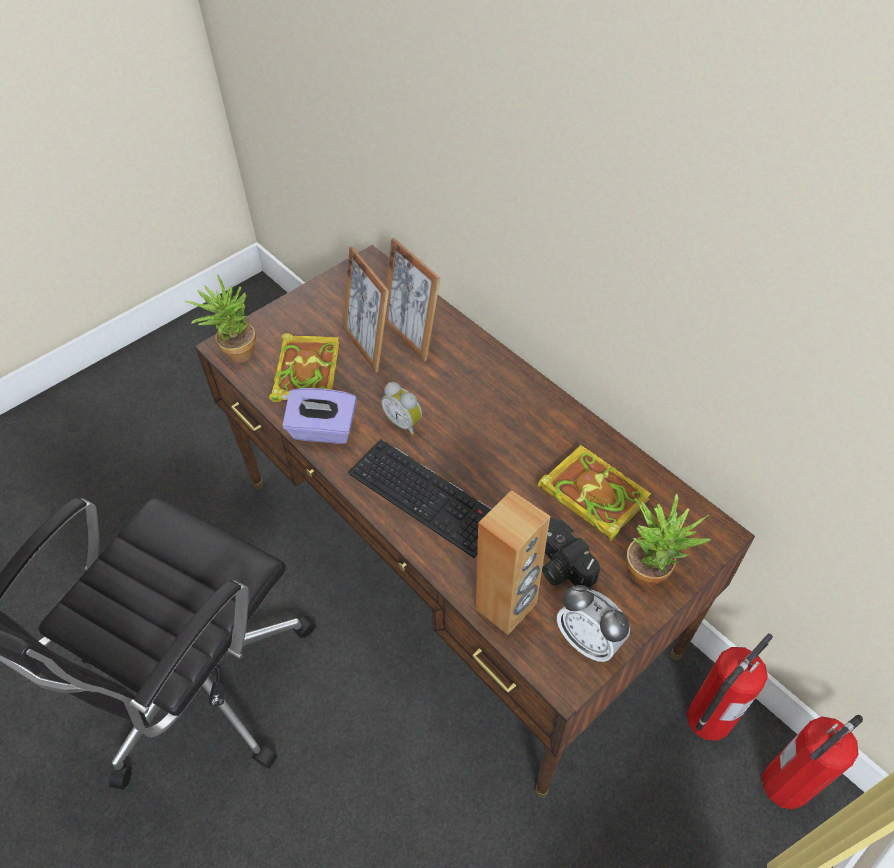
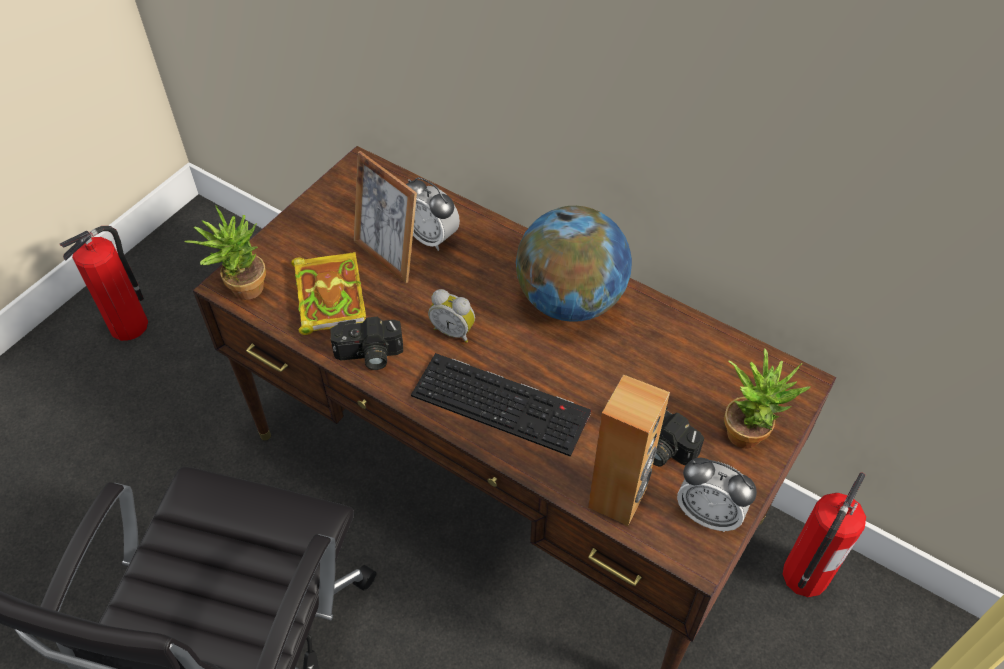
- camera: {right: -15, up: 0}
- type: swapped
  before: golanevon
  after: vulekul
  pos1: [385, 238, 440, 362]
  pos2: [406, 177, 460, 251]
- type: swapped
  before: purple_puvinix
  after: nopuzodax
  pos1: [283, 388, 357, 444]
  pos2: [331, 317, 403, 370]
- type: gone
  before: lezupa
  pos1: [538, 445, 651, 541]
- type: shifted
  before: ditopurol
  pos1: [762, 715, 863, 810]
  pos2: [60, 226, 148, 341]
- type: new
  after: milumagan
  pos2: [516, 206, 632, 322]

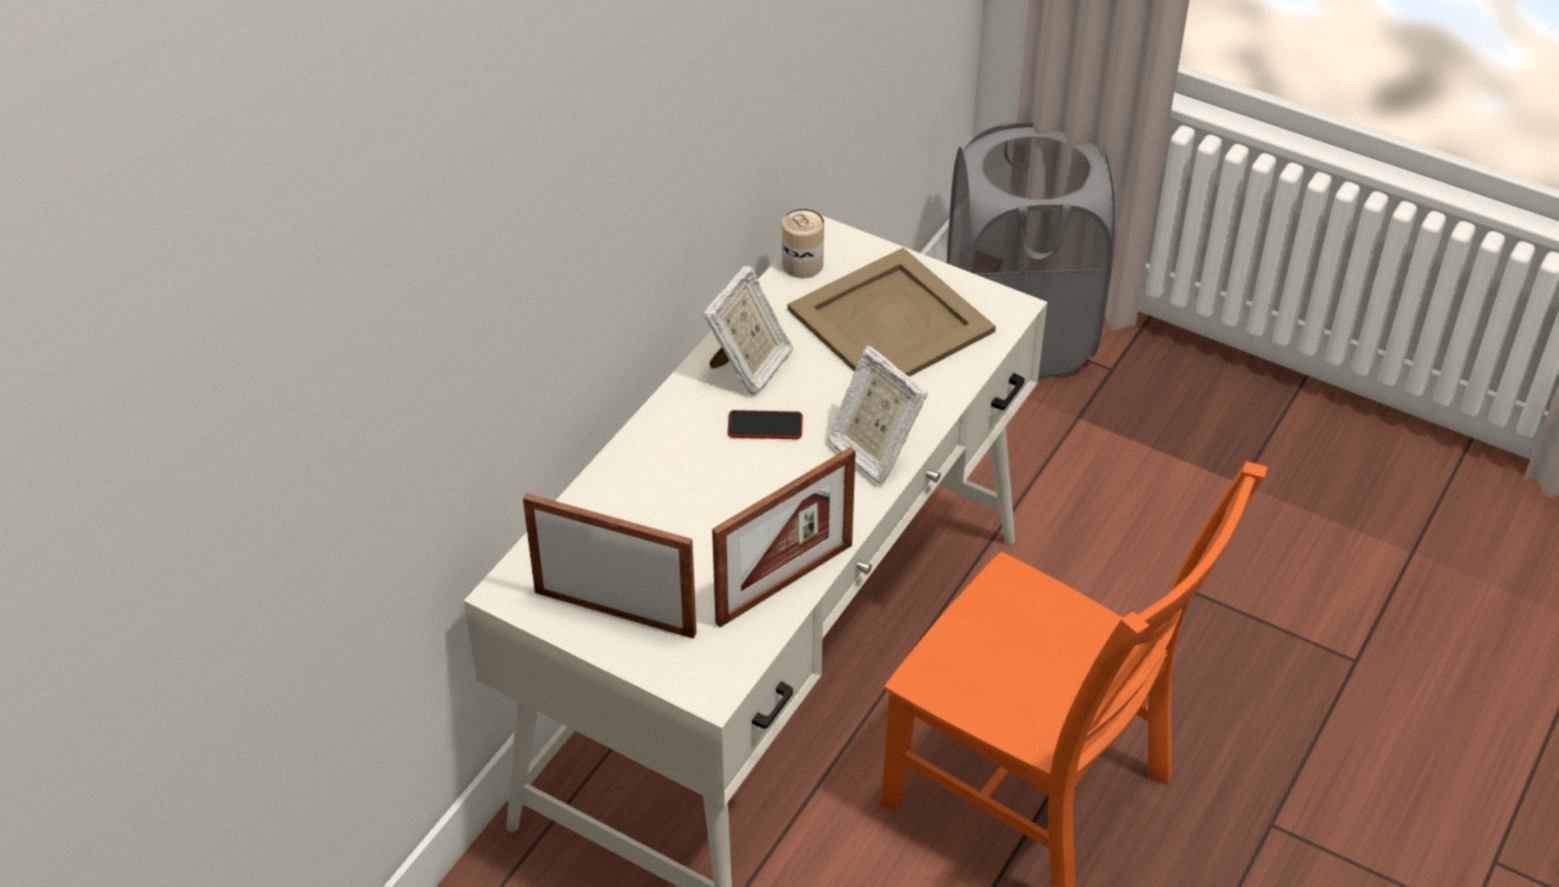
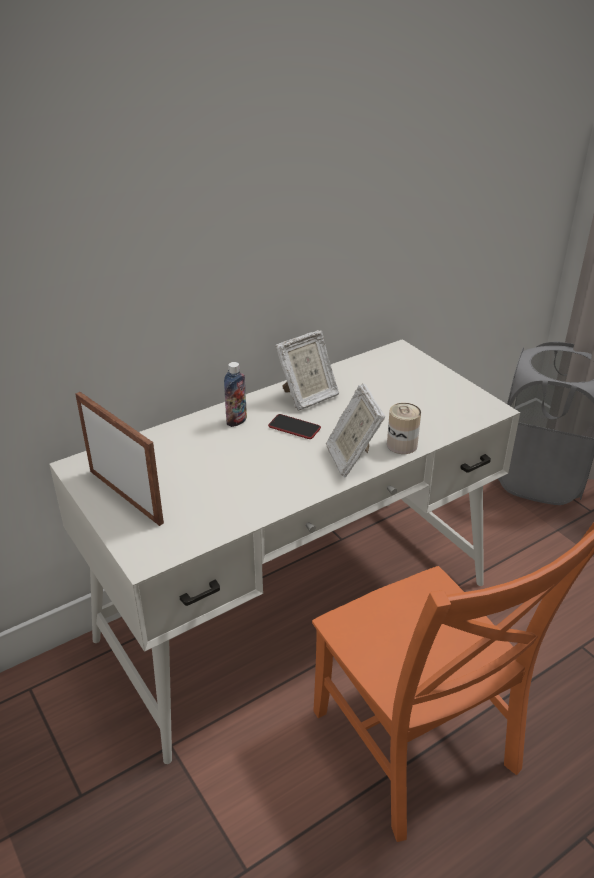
- camera: {right: 25, up: -10}
- type: shifted
  before: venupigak
  pos1: [782, 209, 824, 278]
  pos2: [387, 403, 421, 454]
- type: gone
  before: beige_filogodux
  pos1: [787, 248, 996, 377]
- type: gone
  before: golanevon
  pos1: [712, 447, 856, 627]
- type: new
  after: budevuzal
  pos2: [224, 362, 247, 427]

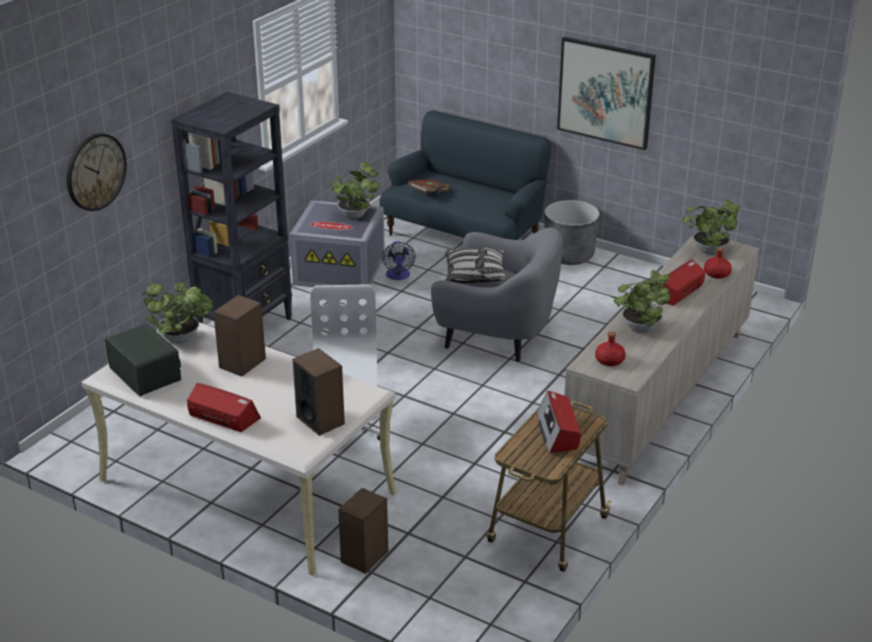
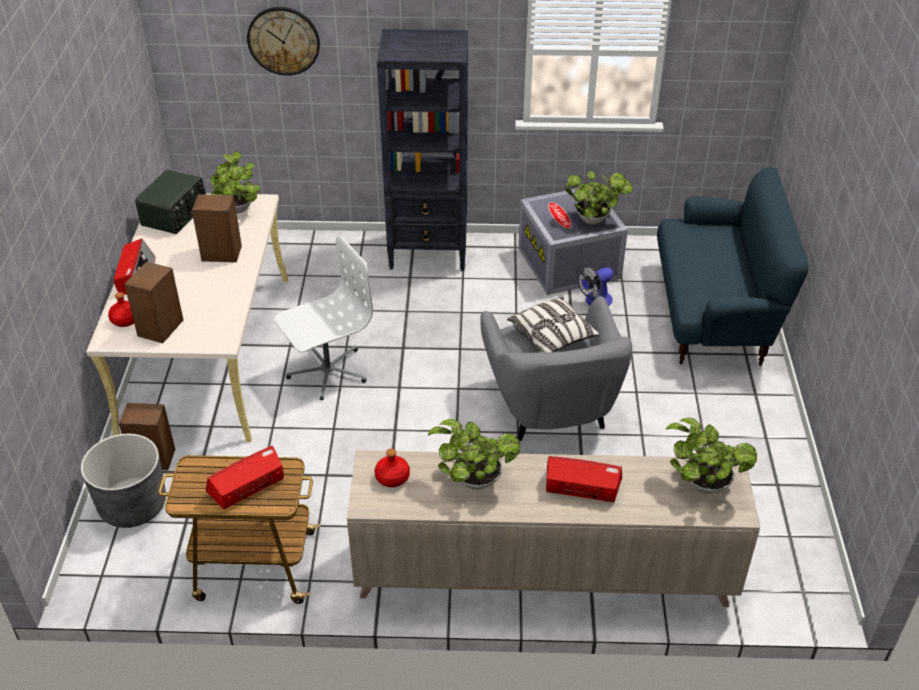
- camera: {right: 60, up: 10}
- type: gone
  before: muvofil
  pos1: [557, 37, 656, 150]
- type: gone
  before: brown_lezupa
  pos1: [408, 179, 451, 193]
- type: shifted
  before: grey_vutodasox
  pos1: [545, 200, 600, 265]
  pos2: [81, 434, 166, 528]
- type: shifted
  before: red_budevuzal
  pos1: [704, 247, 732, 279]
  pos2: [108, 292, 134, 327]

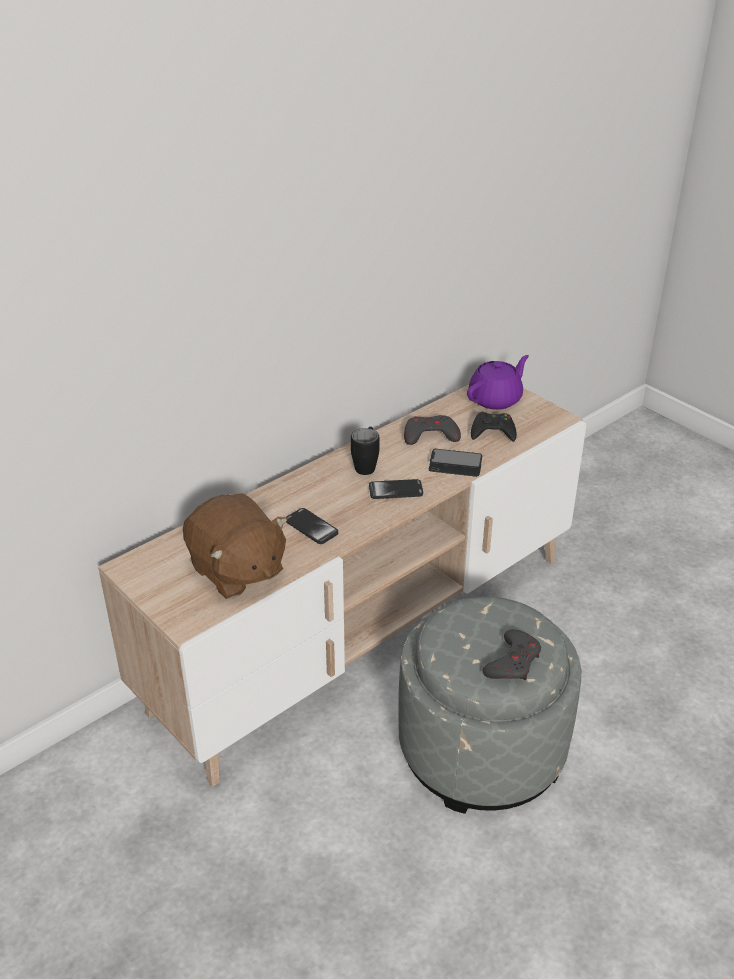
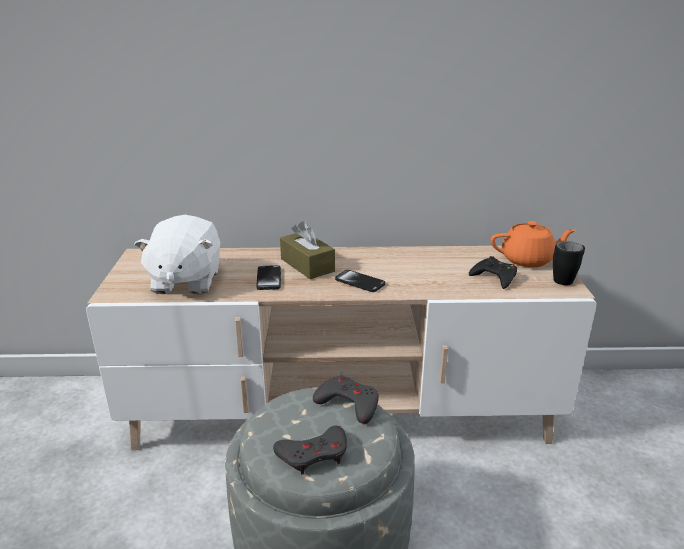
- camera: {right: 40, up: -10}
- type: repainted
  before: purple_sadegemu
  after: orange_sadegemu
  pos1: [467, 355, 529, 410]
  pos2: [491, 221, 576, 268]
- type: shifted
  before: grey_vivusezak
  pos1: [404, 415, 461, 445]
  pos2: [313, 376, 379, 424]
- type: shifted
  before: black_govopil
  pos1: [351, 427, 380, 475]
  pos2: [553, 241, 585, 285]
- type: gone
  before: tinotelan
  pos1: [429, 449, 482, 477]
- type: repainted
  before: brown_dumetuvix
  after: white_dumetuvix
  pos1: [183, 493, 288, 599]
  pos2: [134, 215, 220, 294]
- type: new
  after: brown_puvinix
  pos2: [280, 221, 335, 279]

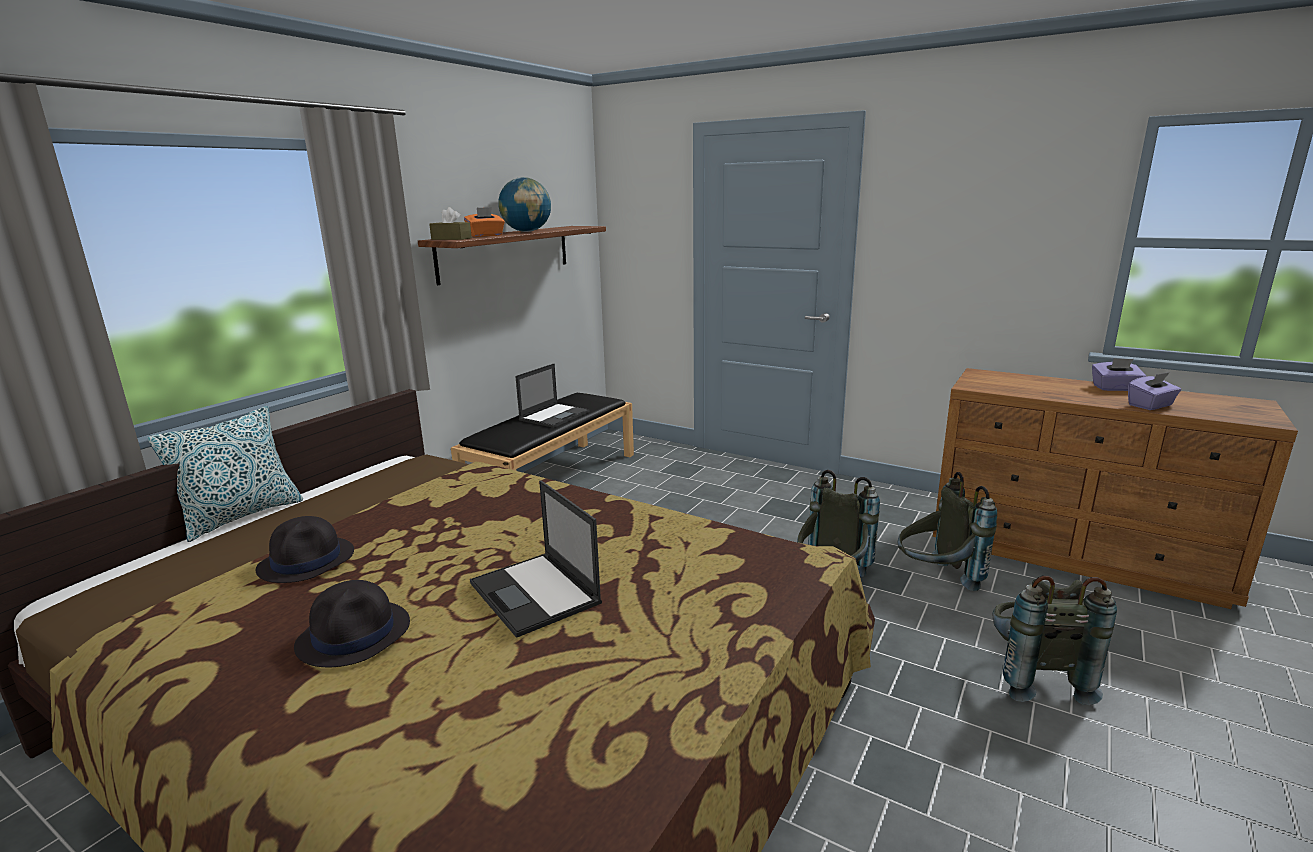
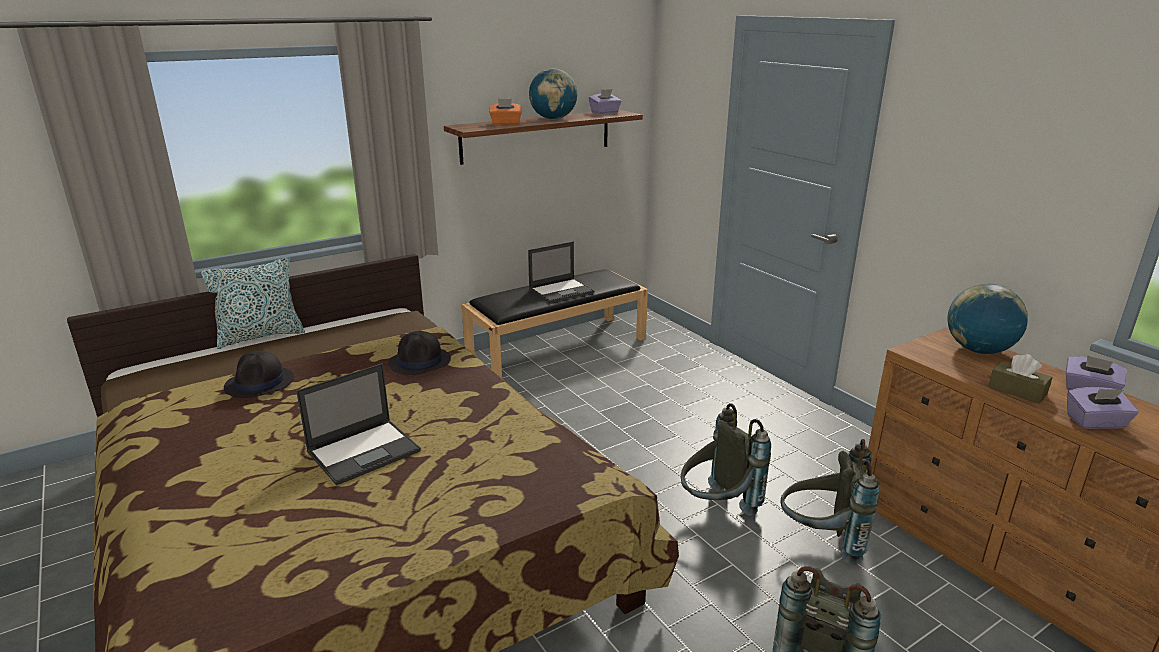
- camera: {right: 25, up: 5}
- type: shifted
  before: brown_puvinix
  pos1: [429, 207, 472, 240]
  pos2: [988, 354, 1052, 404]
- type: rotated
  before: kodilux
  pos1: [470, 480, 602, 638]
  pos2: [296, 363, 421, 486]
  turn: -120
- type: shifted
  before: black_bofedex
  pos1: [294, 580, 410, 667]
  pos2: [388, 331, 451, 375]
- type: new
  after: purple_puvinix
  pos2: [589, 89, 622, 114]
- type: new
  after: milumagan
  pos2: [947, 284, 1028, 354]

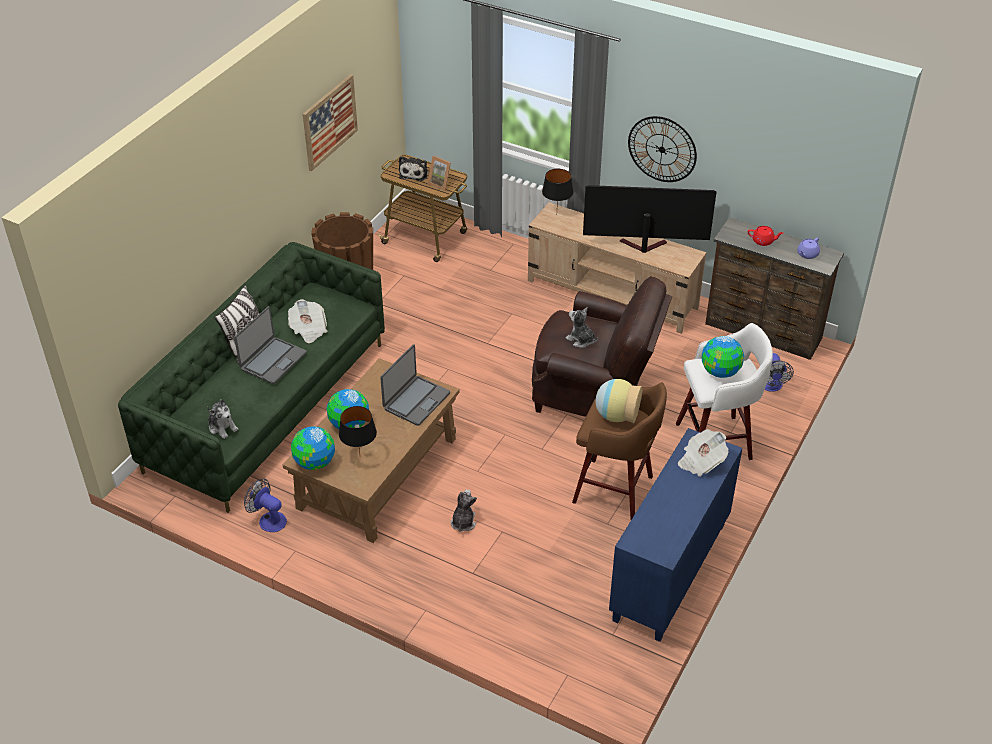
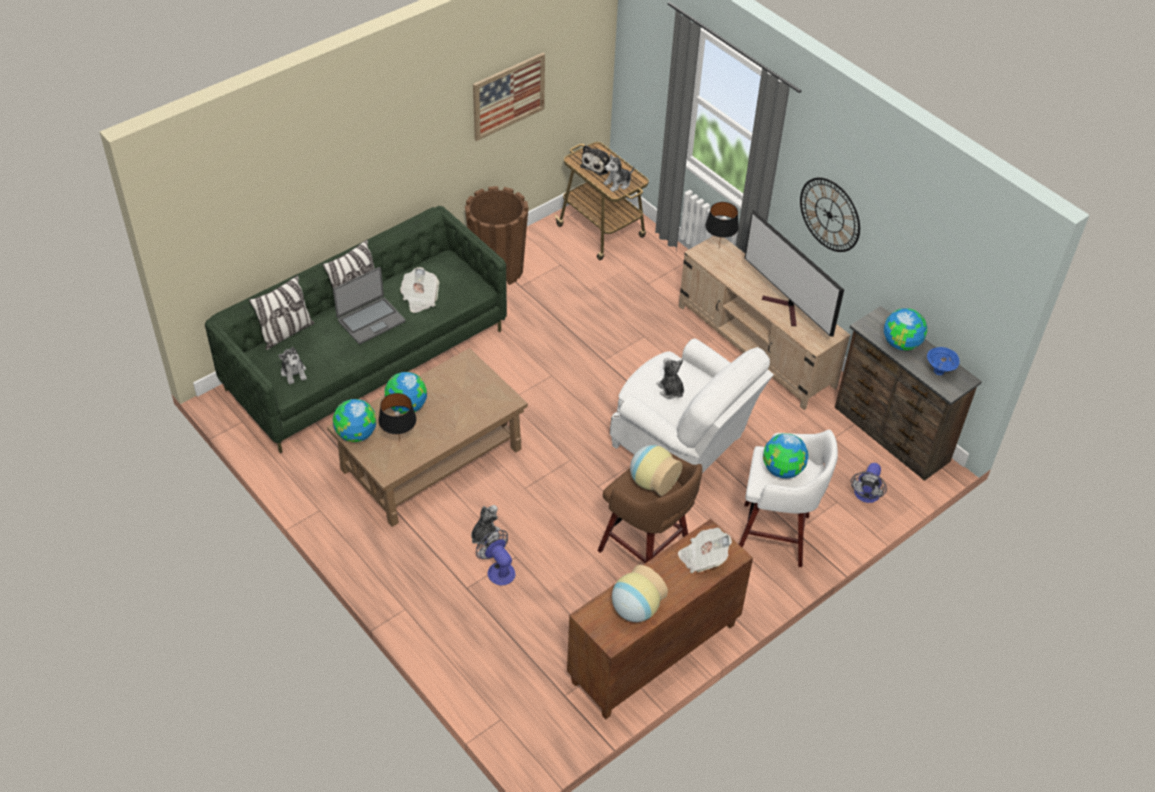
- camera: {right: 20, up: 5}
- type: swapped
  before: golanevon
  after: dumetuvix
  pos1: [428, 156, 451, 191]
  pos2: [603, 154, 634, 192]
- type: rotated
  before: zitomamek
  pos1: [583, 185, 717, 253]
  pos2: [745, 210, 844, 337]
  turn: -150
- type: swapped
  before: red_sadegemu
  after: milumagan
  pos1: [748, 226, 783, 246]
  pos2: [884, 308, 927, 350]
- type: swapped
  before: purple_sadegemu
  after: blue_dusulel
  pos1: [797, 238, 820, 259]
  pos2: [927, 347, 960, 375]
- type: repainted
  before: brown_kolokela
  after: white_kolokela
  pos1: [532, 276, 672, 417]
  pos2: [610, 339, 774, 473]
- type: gone
  before: kodilux
  pos1: [380, 344, 450, 426]
- type: repainted
  before: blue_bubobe
  after: brown_bubobe
  pos1: [609, 428, 742, 642]
  pos2: [567, 519, 753, 719]
- type: shifted
  before: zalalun
  pos1: [244, 479, 287, 532]
  pos2: [476, 530, 515, 586]
- type: new
  after: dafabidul
  pos2: [249, 275, 315, 350]
- type: new
  after: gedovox
  pos2: [612, 565, 668, 622]

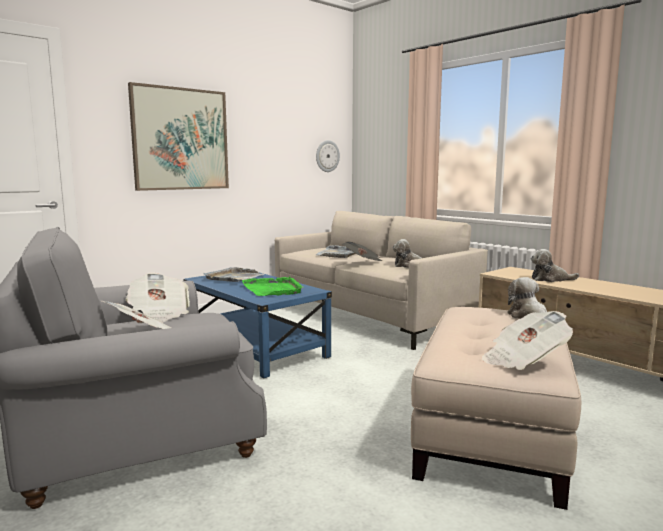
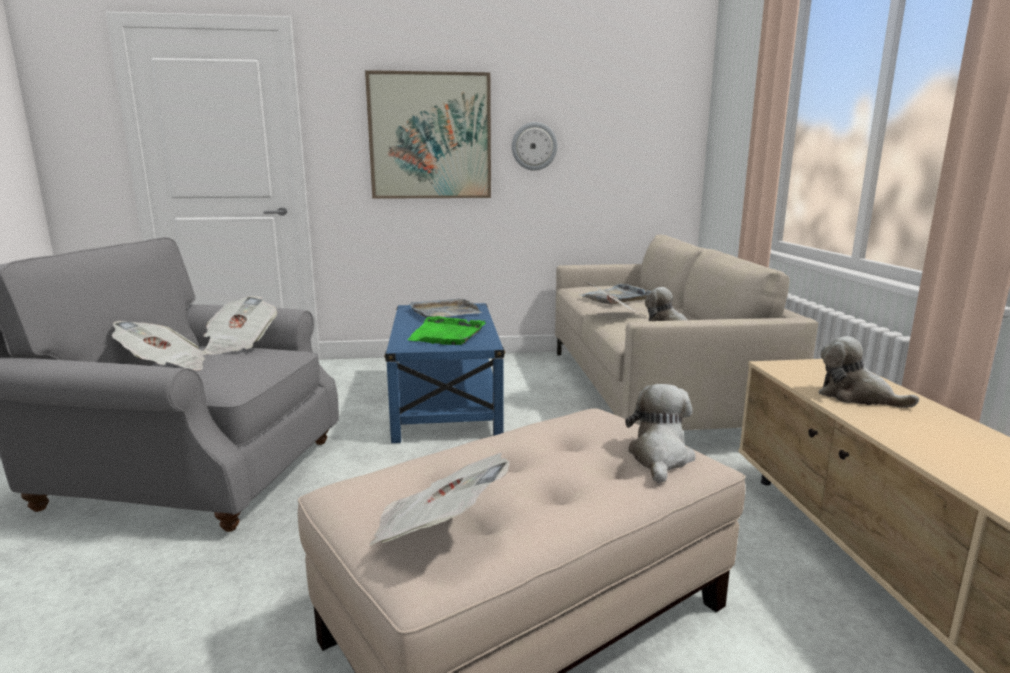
- camera: {right: 35, up: 5}
- type: shifted
  before: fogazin
  pos1: [316, 140, 340, 172]
  pos2: [512, 122, 557, 171]

